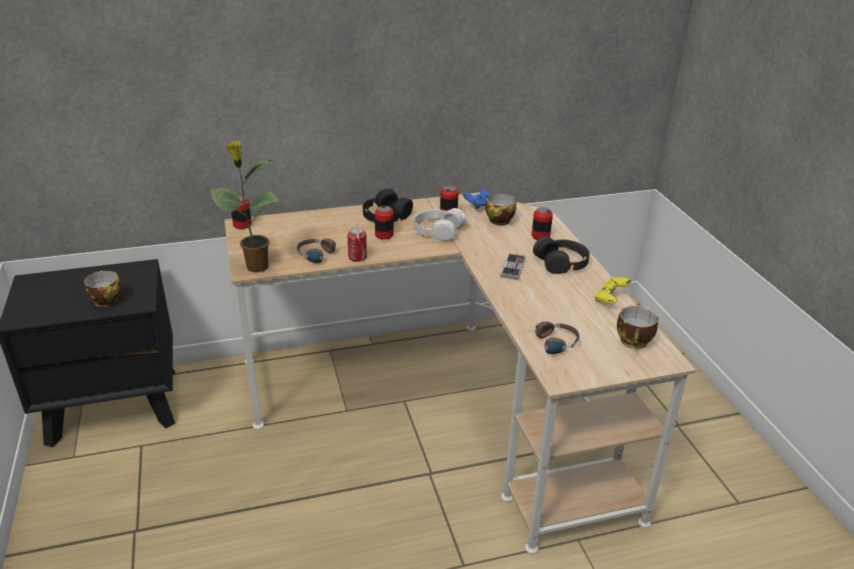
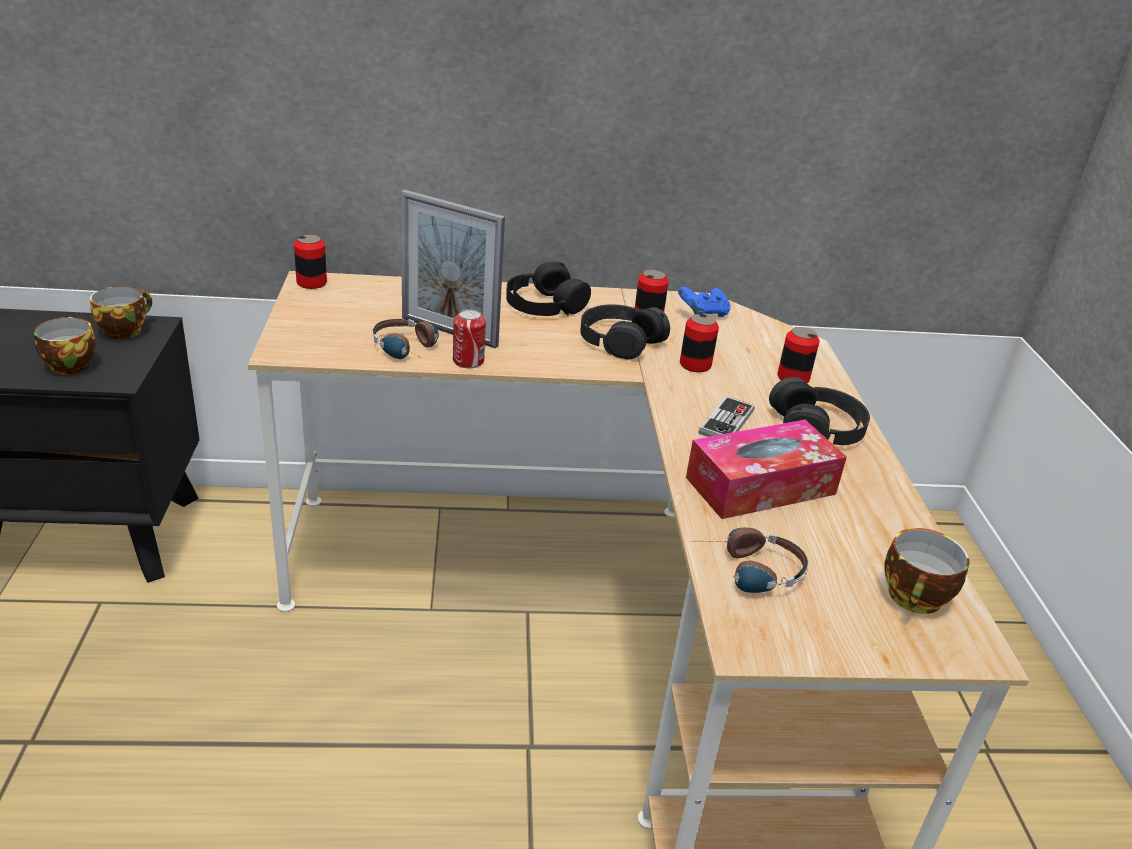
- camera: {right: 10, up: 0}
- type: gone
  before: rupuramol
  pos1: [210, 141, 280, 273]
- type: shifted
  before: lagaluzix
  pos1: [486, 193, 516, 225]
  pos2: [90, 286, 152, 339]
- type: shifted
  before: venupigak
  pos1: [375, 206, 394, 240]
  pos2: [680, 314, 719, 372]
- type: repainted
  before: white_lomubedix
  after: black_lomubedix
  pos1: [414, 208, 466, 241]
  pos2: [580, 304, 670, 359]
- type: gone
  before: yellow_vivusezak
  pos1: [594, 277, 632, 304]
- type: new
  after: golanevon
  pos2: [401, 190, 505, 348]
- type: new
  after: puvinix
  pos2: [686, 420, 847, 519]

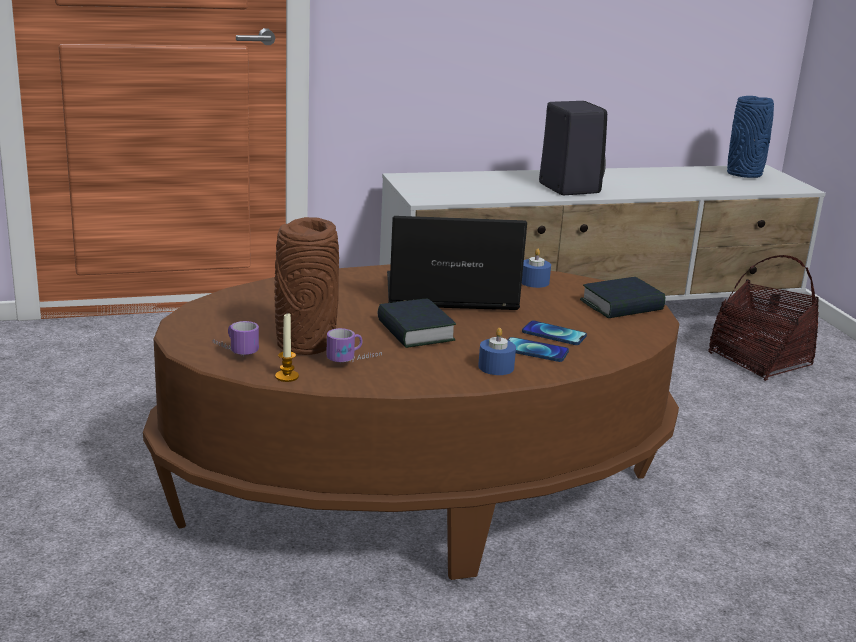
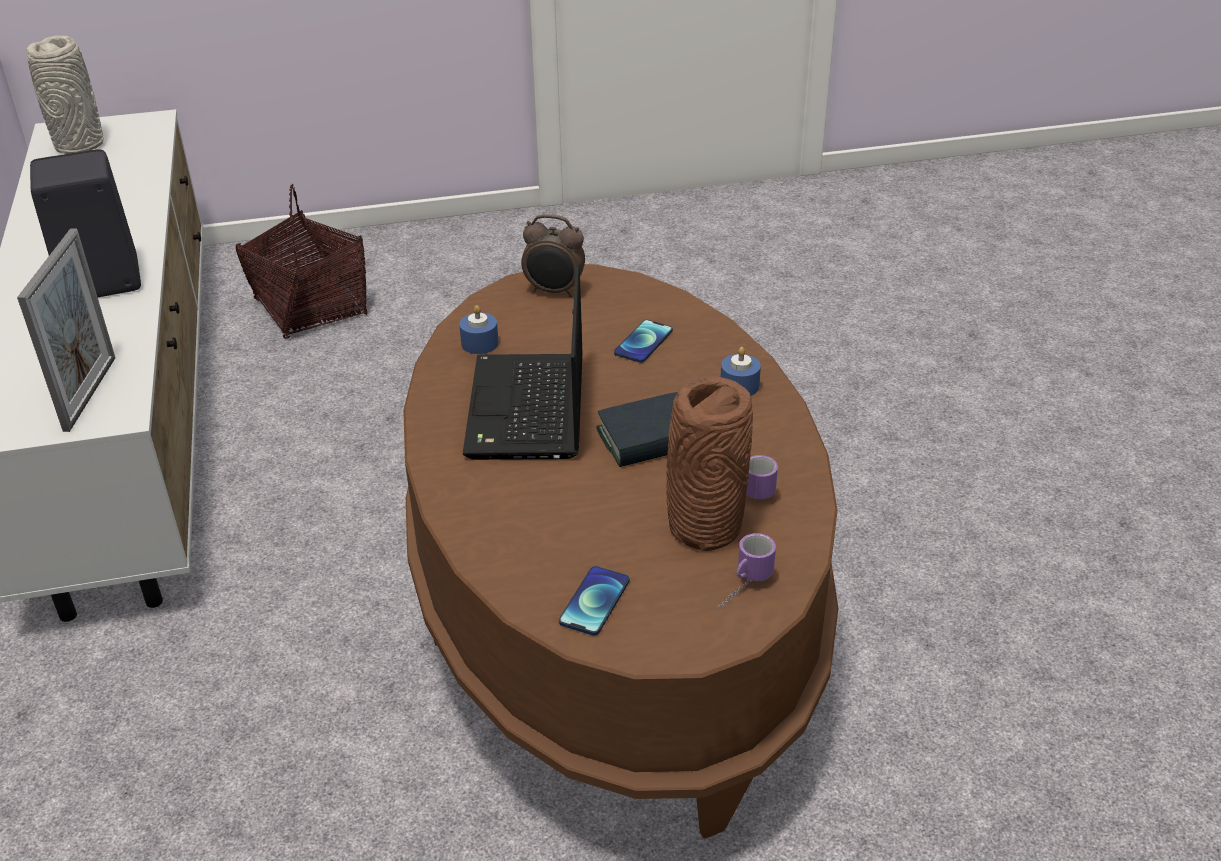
- camera: {right: -85, up: 15}
- type: repainted
  before: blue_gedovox
  after: grey_gedovox
  pos1: [727, 96, 774, 178]
  pos2: [26, 35, 104, 154]
- type: swapped
  before: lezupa
  after: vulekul
  pos1: [580, 277, 665, 318]
  pos2: [521, 214, 585, 297]
- type: gone
  before: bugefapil
  pos1: [275, 314, 299, 382]
- type: shifted
  before: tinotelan
  pos1: [508, 337, 569, 362]
  pos2: [559, 566, 629, 636]
- type: new
  after: golanevon
  pos2: [17, 228, 115, 432]

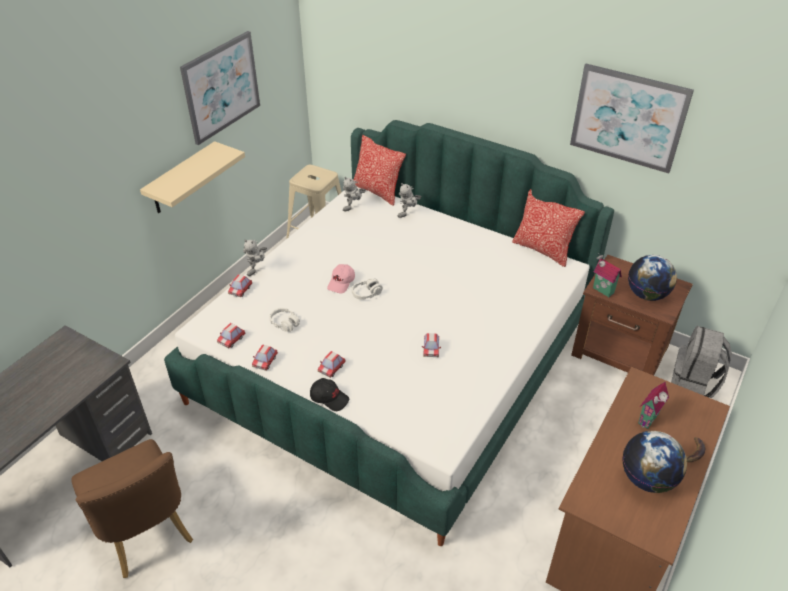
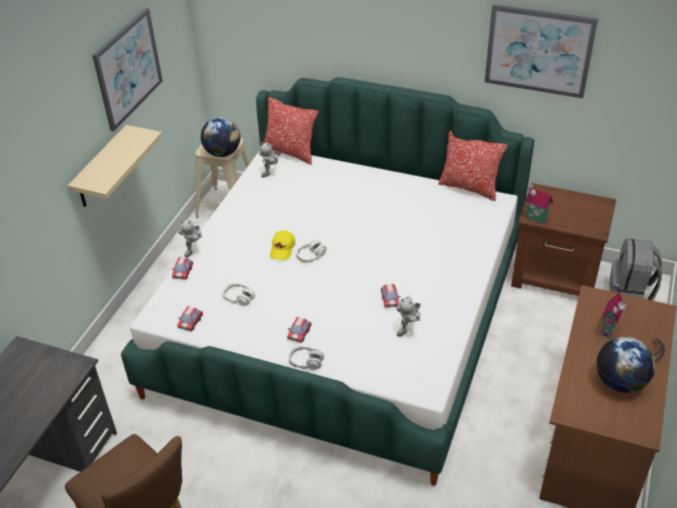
- camera: {right: -10, up: 0}
- type: shifted
  before: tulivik
  pos1: [398, 183, 422, 218]
  pos2: [396, 295, 421, 337]
- type: shifted
  before: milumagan
  pos1: [628, 255, 677, 301]
  pos2: [201, 117, 240, 157]
- type: repainted
  before: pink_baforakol
  after: yellow_baforakol
  pos1: [327, 264, 355, 293]
  pos2: [270, 230, 295, 260]
- type: gone
  before: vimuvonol
  pos1: [252, 344, 278, 371]
- type: swapped
  before: black_baforakol
  after: grey_lomubedix
  pos1: [310, 378, 349, 411]
  pos2: [289, 346, 324, 370]

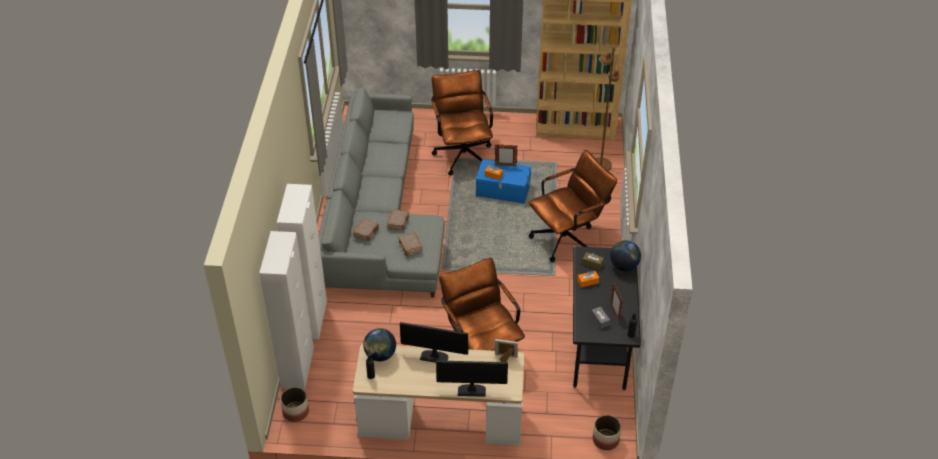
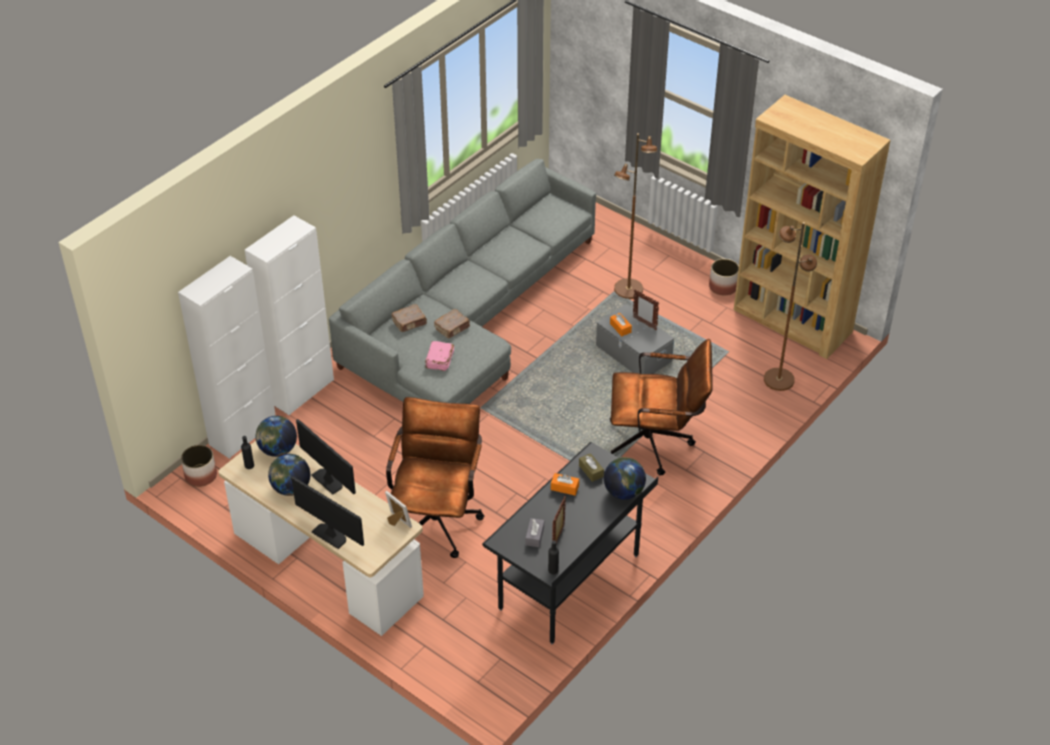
- camera: {right: 35, up: 0}
- type: swapped
  before: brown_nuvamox
  after: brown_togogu
  pos1: [431, 70, 493, 175]
  pos2: [614, 133, 657, 299]
- type: repainted
  before: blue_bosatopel
  after: grey_bosatopel
  pos1: [476, 159, 531, 204]
  pos2: [596, 304, 674, 374]
- type: repainted
  before: brown_lezupa
  after: pink_lezupa
  pos1: [398, 232, 423, 257]
  pos2: [425, 341, 454, 371]
- type: shifted
  before: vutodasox
  pos1: [593, 415, 621, 450]
  pos2: [709, 259, 739, 295]
- type: new
  after: milumagan
  pos2: [268, 454, 311, 496]

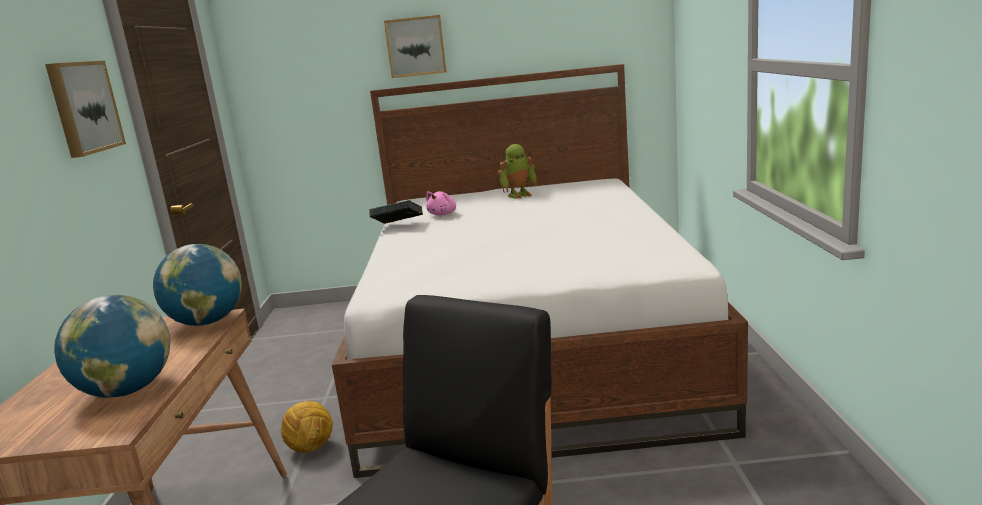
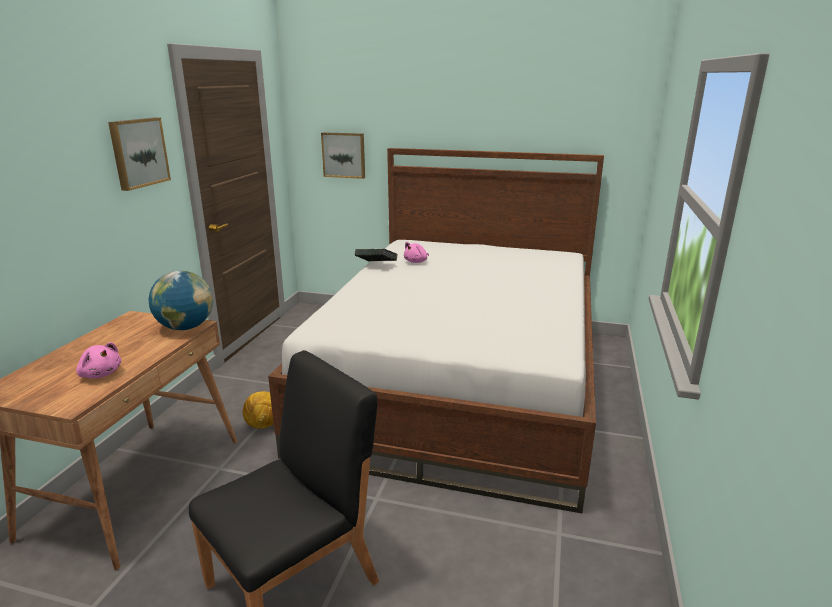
- camera: {right: 15, up: 5}
- type: shifted
  before: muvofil
  pos1: [384, 15, 447, 78]
  pos2: [321, 132, 365, 179]
- type: gone
  before: tulivik
  pos1: [497, 144, 537, 199]
- type: swapped
  before: milumagan
  after: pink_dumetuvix
  pos1: [54, 295, 170, 398]
  pos2: [76, 342, 121, 378]

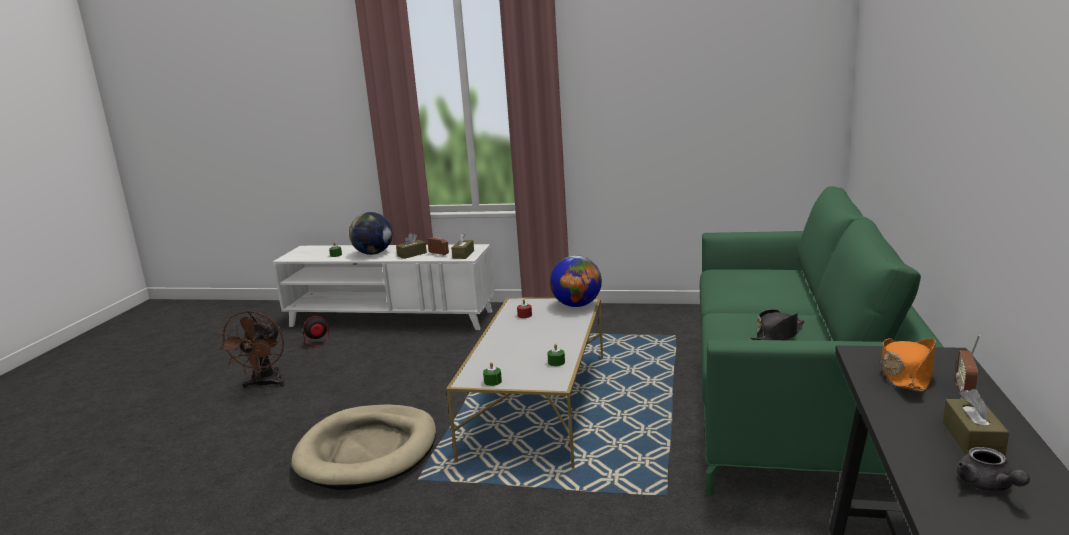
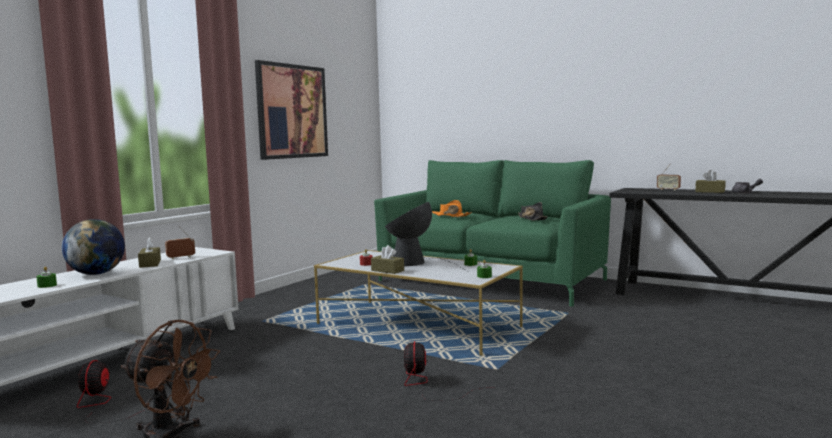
- camera: {right: -70, up: -10}
- type: shifted
  before: brown_puvinix
  pos1: [451, 233, 474, 259]
  pos2: [371, 245, 404, 274]
- type: gone
  before: milumagan
  pos1: [550, 255, 602, 307]
- type: shifted
  before: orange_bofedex
  pos1: [880, 338, 936, 392]
  pos2: [432, 200, 472, 217]
- type: swapped
  before: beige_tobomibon
  after: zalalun
  pos1: [291, 404, 436, 490]
  pos2: [404, 341, 494, 401]
- type: new
  after: muvofil
  pos2: [255, 60, 328, 160]
- type: new
  after: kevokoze
  pos2: [385, 202, 469, 272]

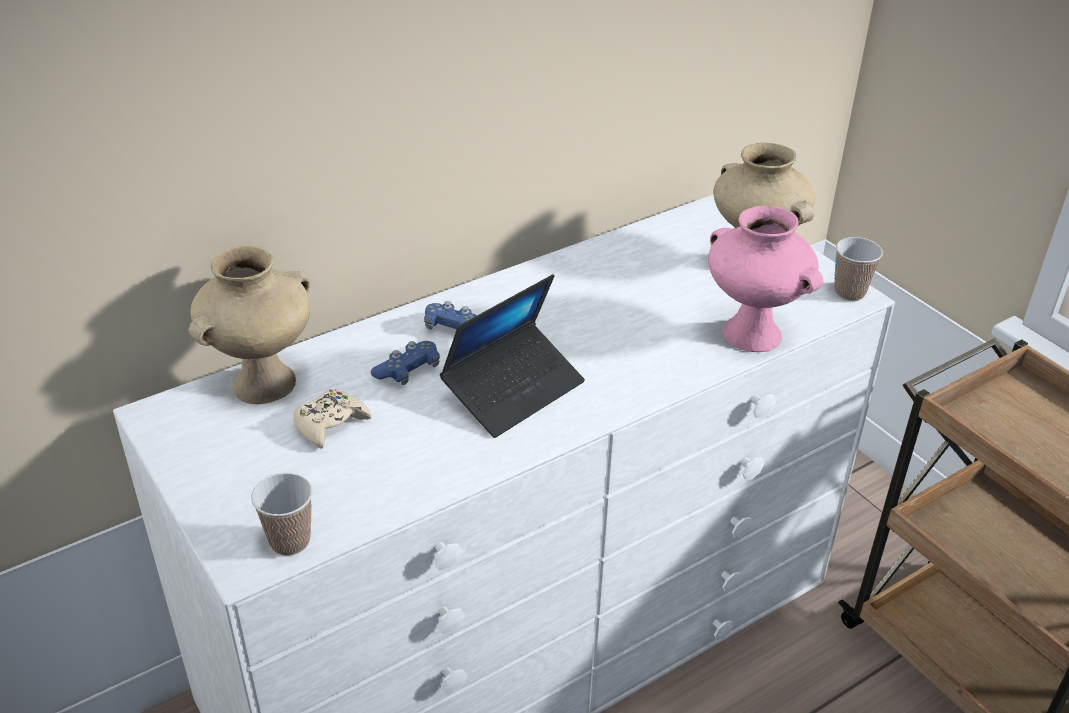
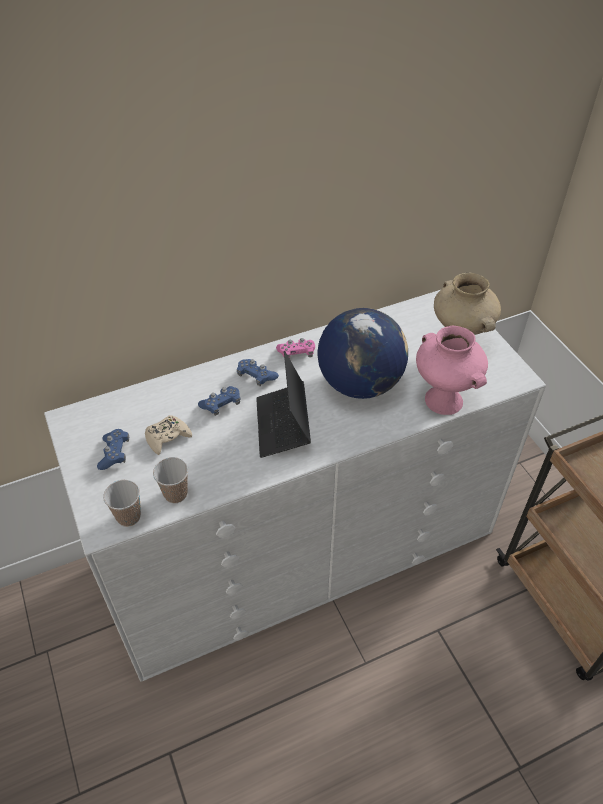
- camera: {right: 10, up: 10}
- type: shifted
  before: lagaluzix
  pos1: [834, 237, 883, 301]
  pos2: [153, 457, 188, 503]
- type: gone
  before: beige_gedovox
  pos1: [188, 246, 310, 404]
- type: rotated
  before: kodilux
  pos1: [440, 274, 585, 438]
  pos2: [256, 351, 311, 458]
  turn: 120
- type: new
  after: milumagan
  pos2: [317, 308, 408, 399]
- type: new
  after: pink_vivusezak
  pos2: [276, 338, 315, 359]
- type: new
  after: blue_vivusezak
  pos2: [97, 429, 129, 470]

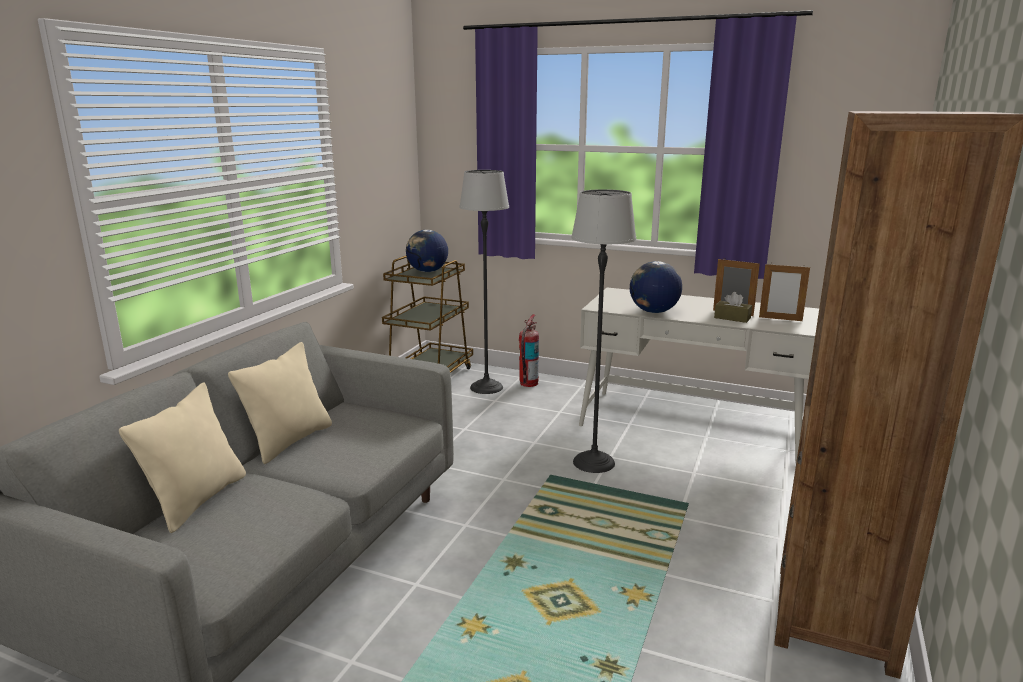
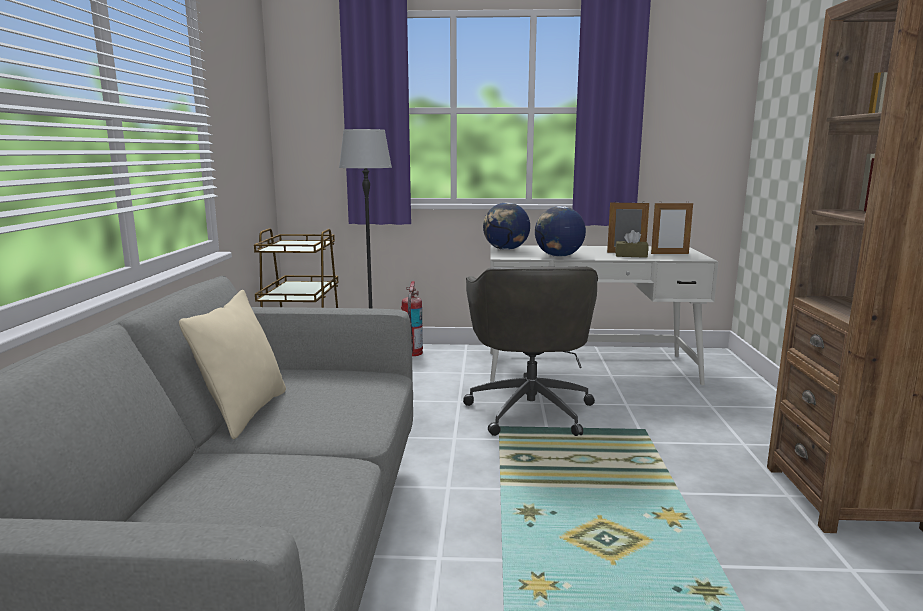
- camera: {right: -20, up: -5}
- type: swapped
  before: togogu
  after: grey_nuvamox
  pos1: [571, 189, 636, 473]
  pos2: [463, 267, 598, 436]
- type: shifted
  before: milumagan
  pos1: [406, 230, 448, 272]
  pos2: [483, 202, 530, 250]
- type: gone
  before: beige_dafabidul
  pos1: [119, 382, 246, 533]

